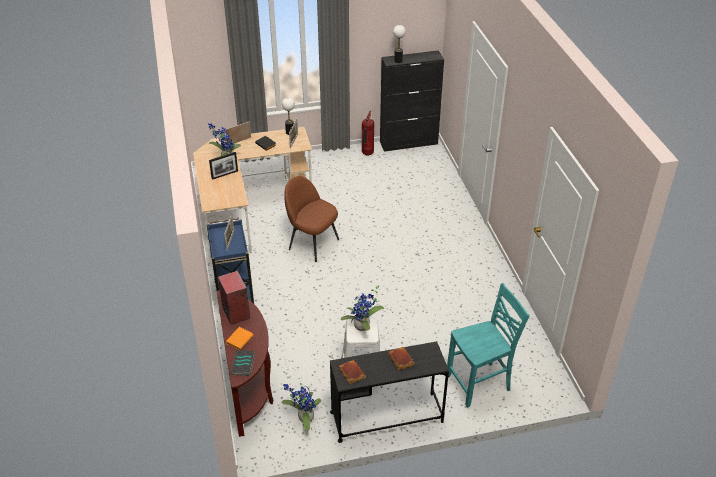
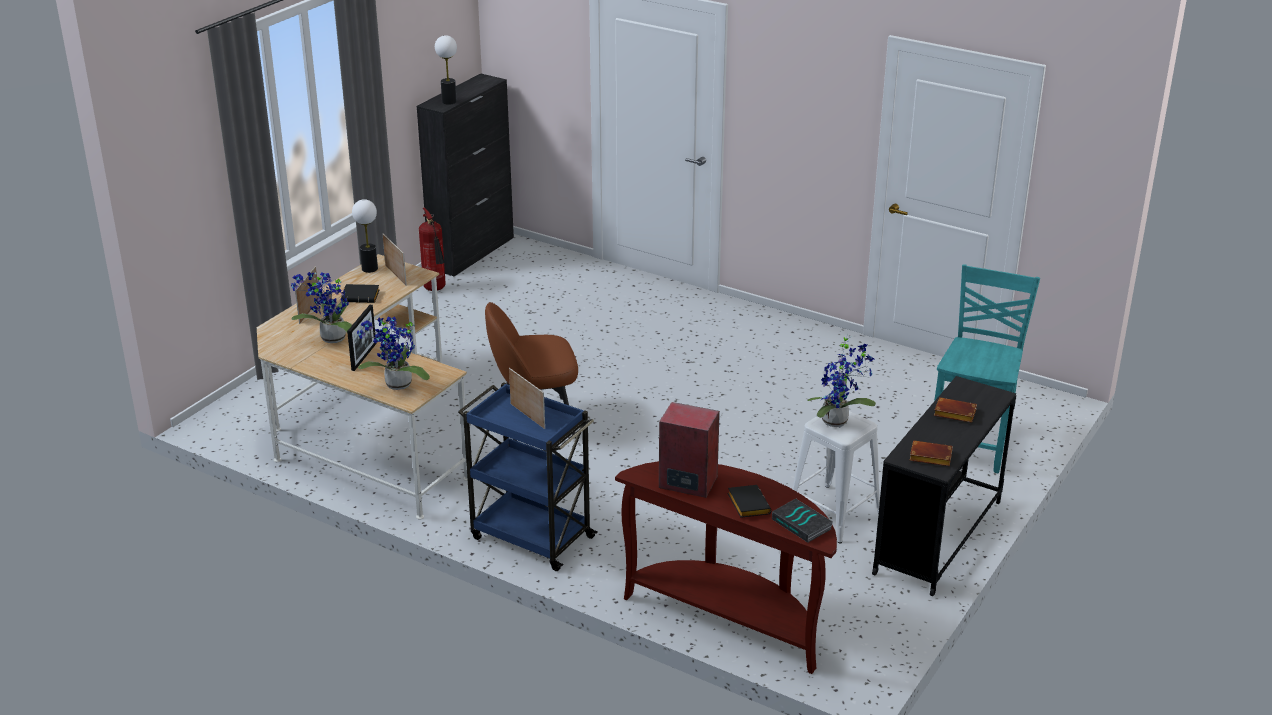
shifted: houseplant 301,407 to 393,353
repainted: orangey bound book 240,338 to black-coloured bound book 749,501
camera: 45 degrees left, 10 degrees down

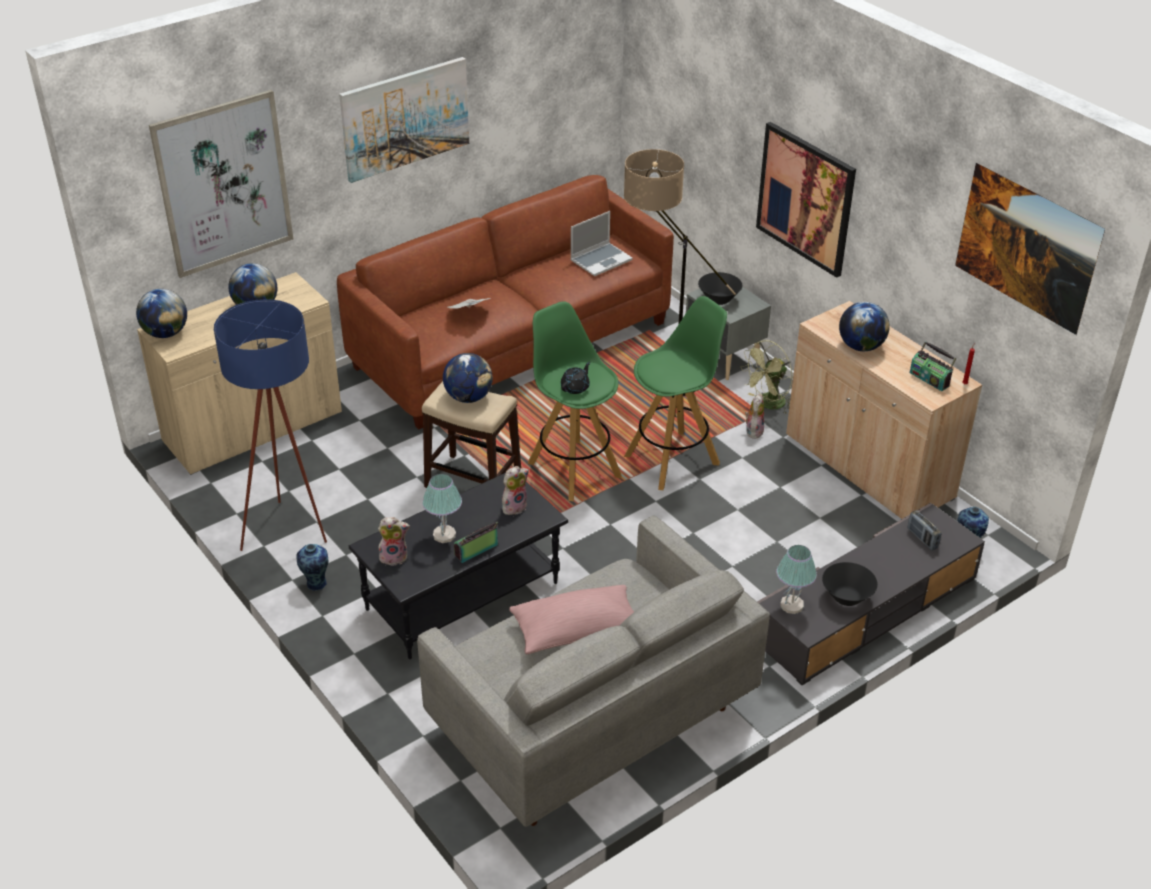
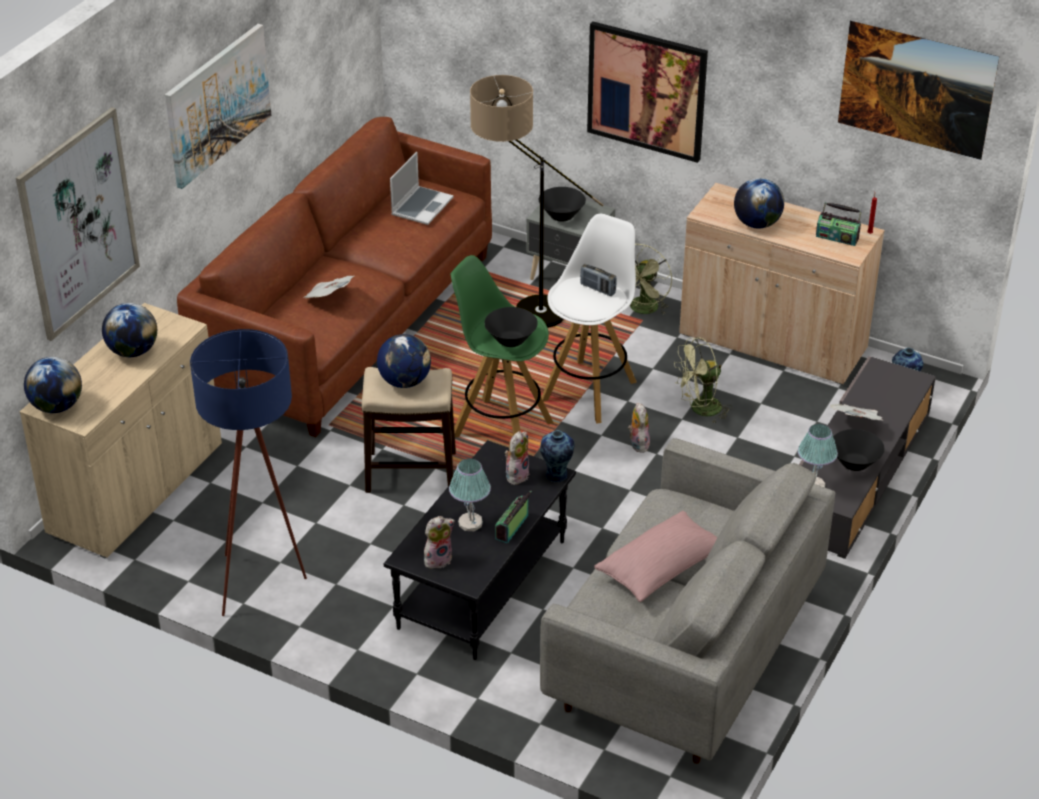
new: green electric fan 703,380; daily paper 857,412
shifted: flower vase 312,567 to 557,456; cuddly toy 754,416 to 639,428; radio receiver 924,530 to 598,280
swapped: black-coloured teapot 575,378 to black-coloured deep dish 511,327
repainted: green stool 675,393 to white-coloured stool 589,319
camera: 25 degrees left, 0 degrees up

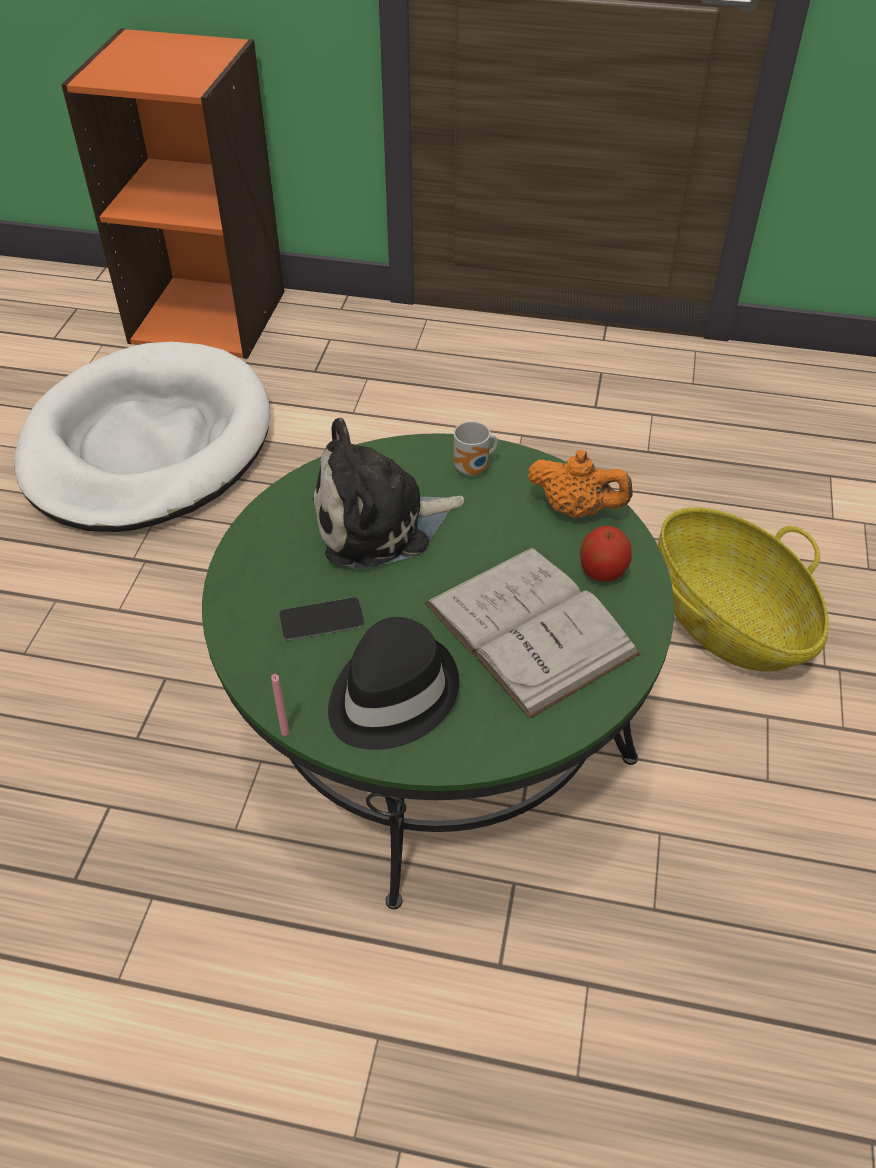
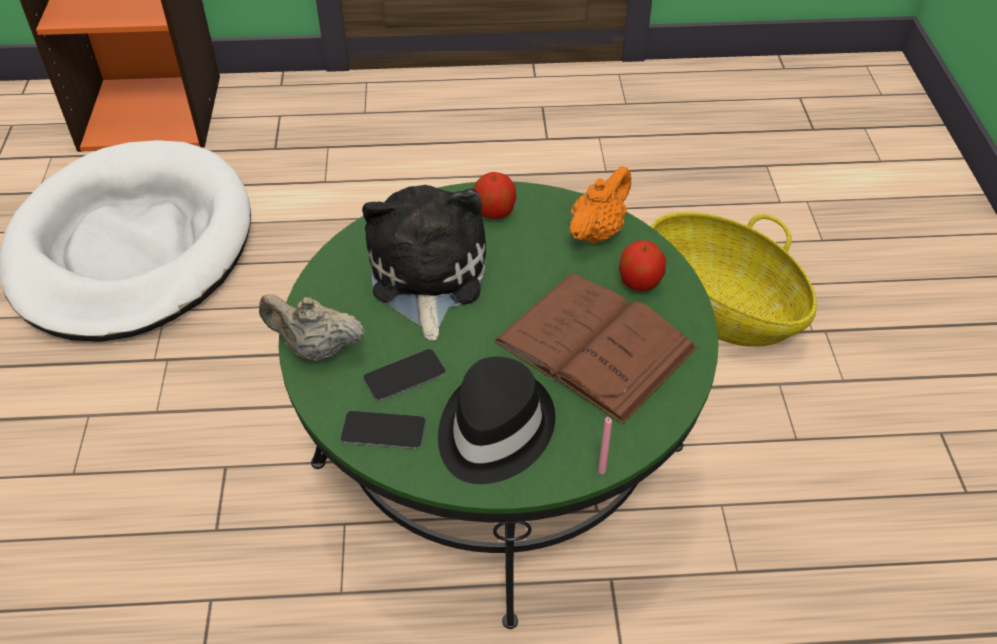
new: beige teapot 311,327; handset 383,430
shifted: pink candle 280,705 to 605,445
swapped: mug 476,448 to apple fruit 494,195
repainted: white-coloured bound book 533,633 to brownish bound book 595,348
rotated: cuddly toy 388,494 = 424,263 120 degrees clockwise; orangey teapot 580,484 = 600,205 60 degrees counterclockwise
camera: 15 degrees left, 0 degrees up

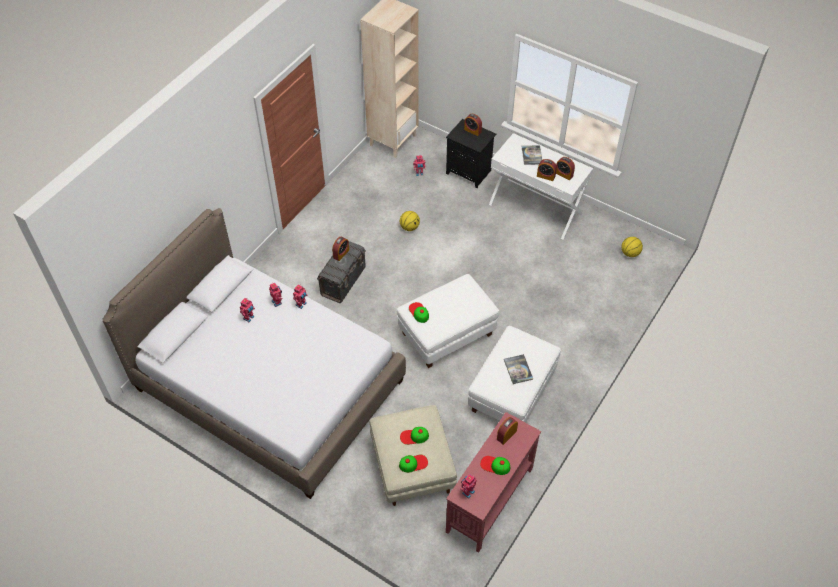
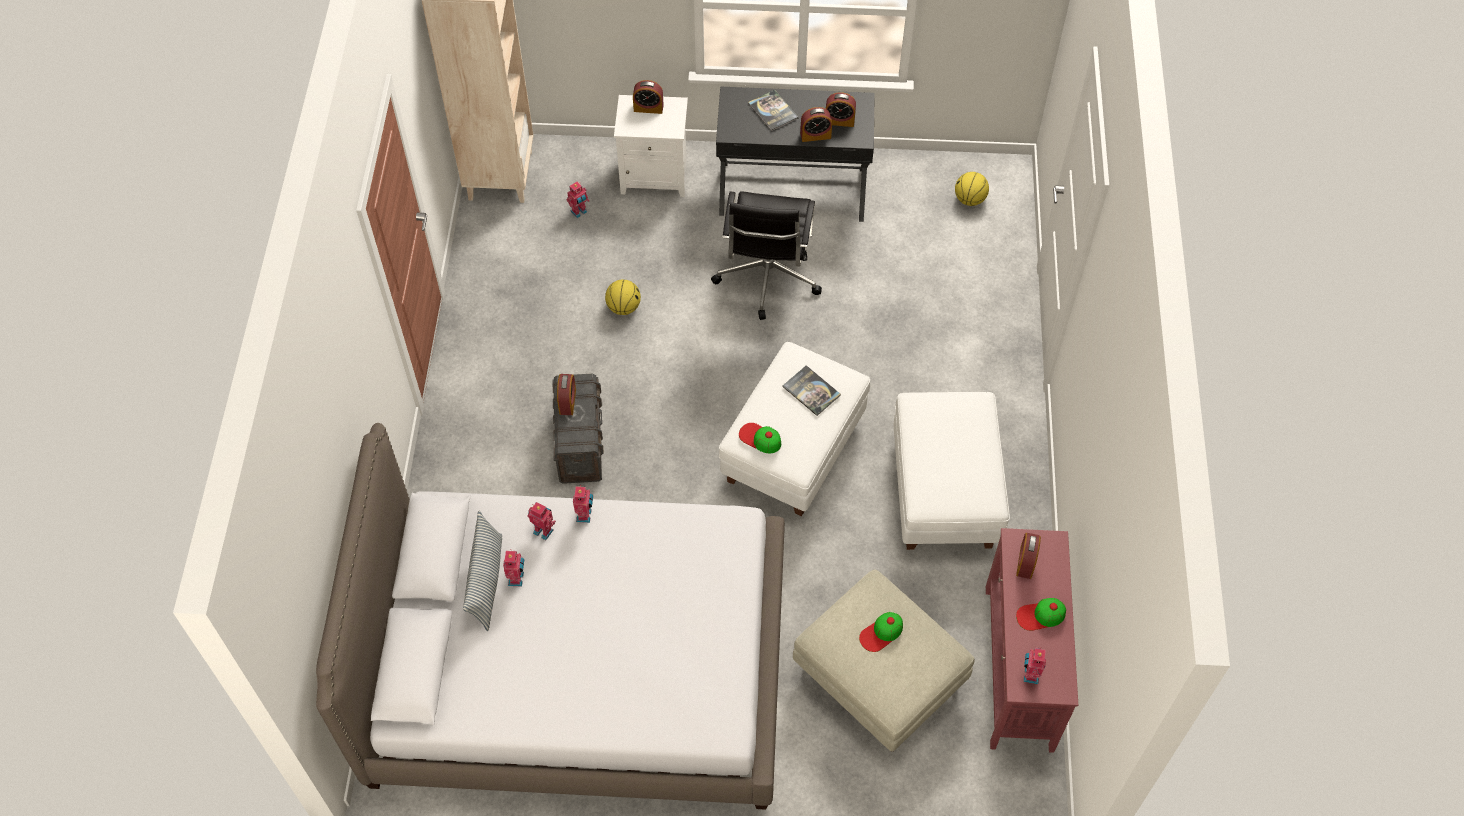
gone: peaked cap 413,463
new: throw pillow 482,571; black-coloured office chair 766,255
shifted: bound book 518,369 to 811,390
repainted: black-coloured night table 471,153 to white-coloured night table 651,146; white-coloured desk 541,186 to black-coloured desk 795,154
camera: 30 degrees left, 5 degrees up

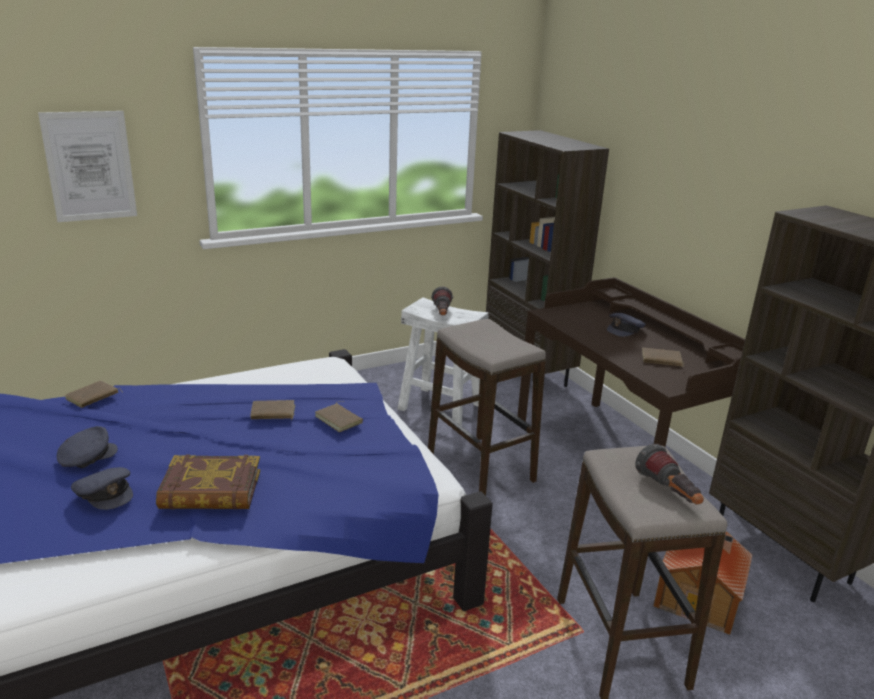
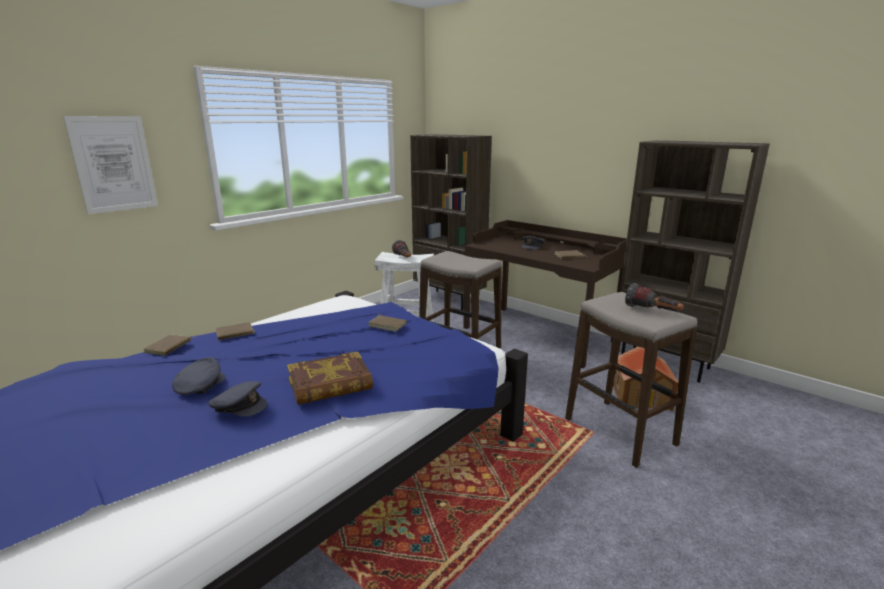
shifted: brownish bound book 272,410 to 235,331
camera: 20 degrees left, 5 degrees down

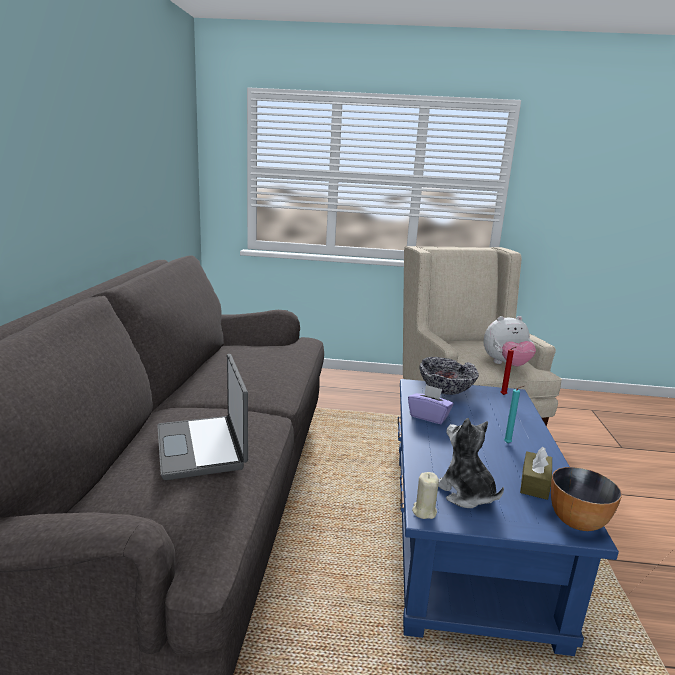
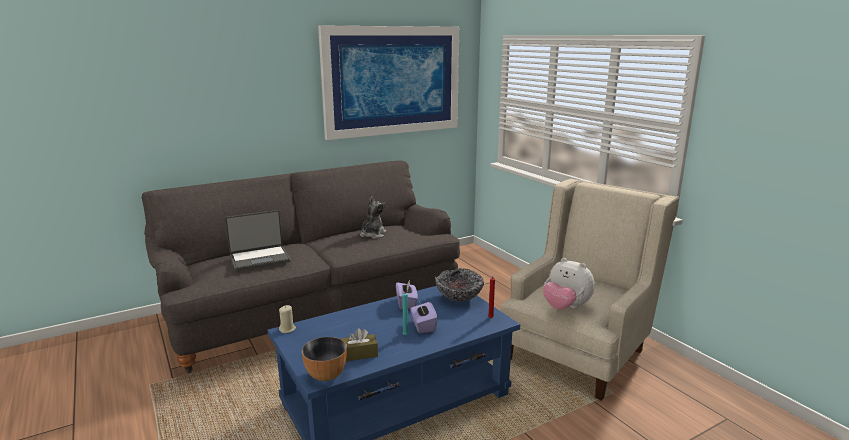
new: wall art 388,82; purple-coloured box of tissues 424,317
shifted: cuddly toy 471,463 to 373,217
rotated: portable computer 202,417 = 258,240 150 degrees counterclockwise
camera: 55 degrees right, 0 degrees up

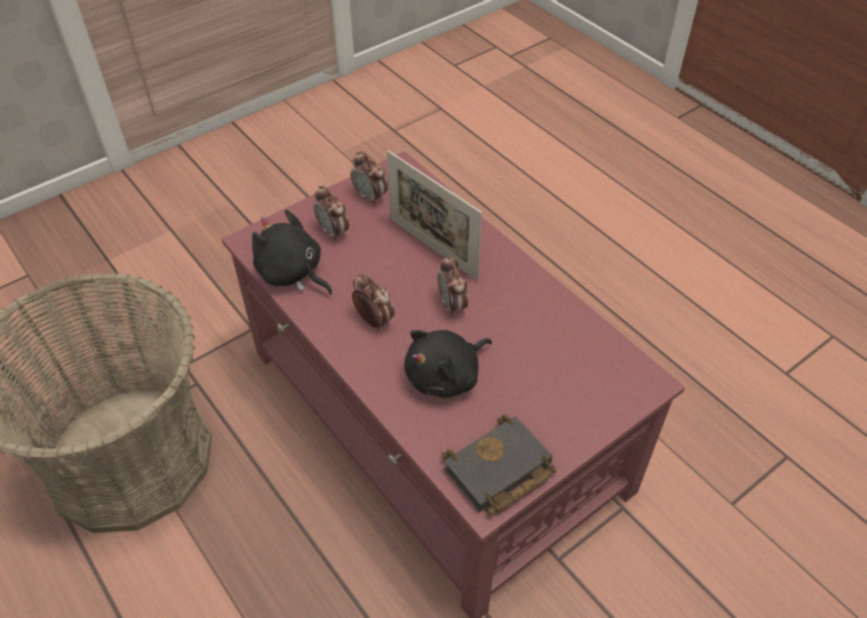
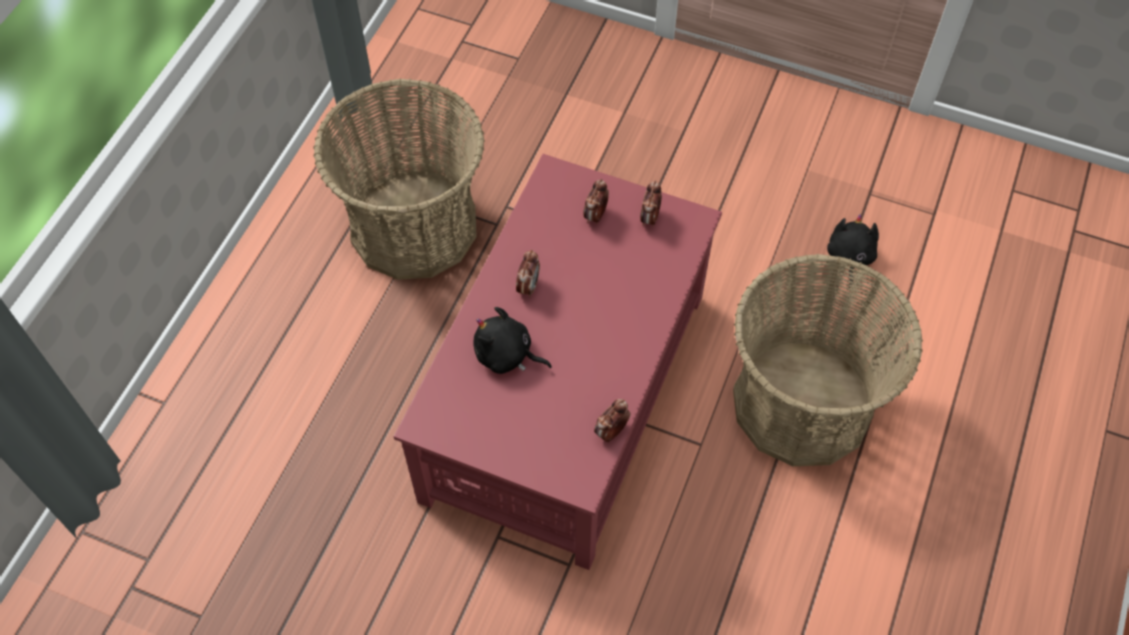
gone: picture frame 434,215; black-coloured bound book 499,465
new: basket 828,360
shifted: black-coloured cuddly toy 292,252 to 853,251; bedside clock 453,285 to 612,420
camera: 60 degrees right, 10 degrees up

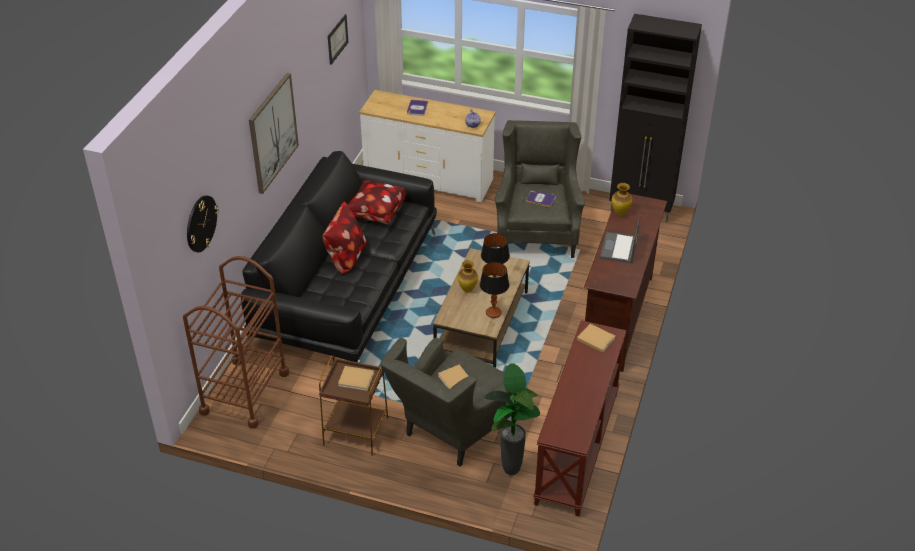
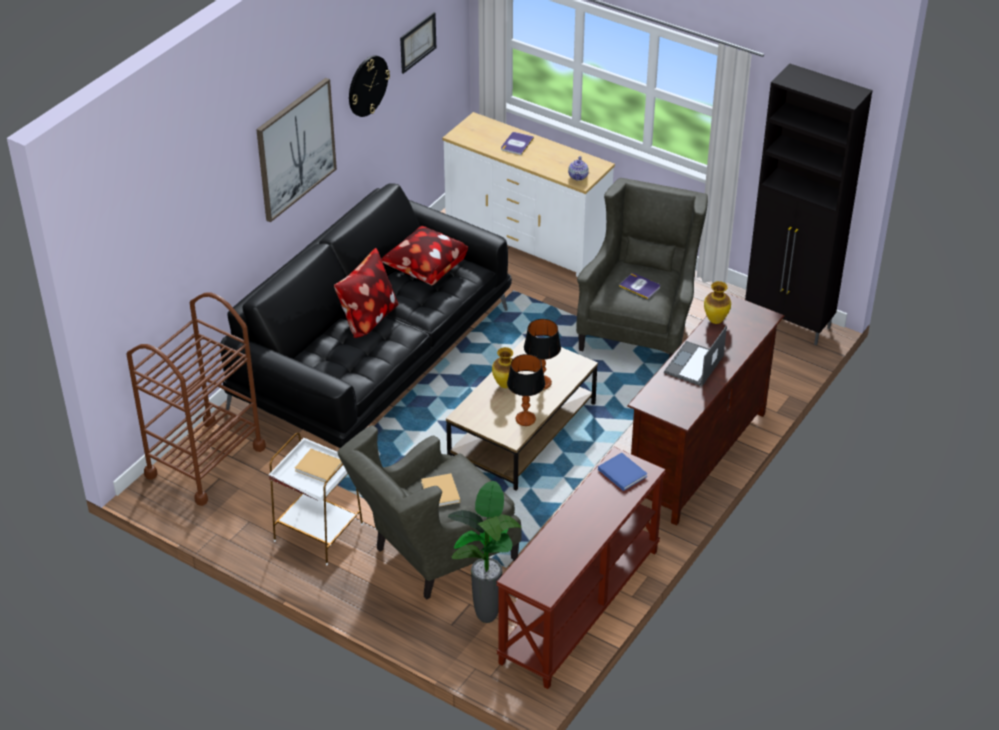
shifted: wall clock 203,223 to 369,86
repainted: brownish accent table 353,405 to white-coloured accent table 316,499; beige bound book 596,338 to blue-coloured bound book 623,472
camera: 15 degrees right, 0 degrees up

